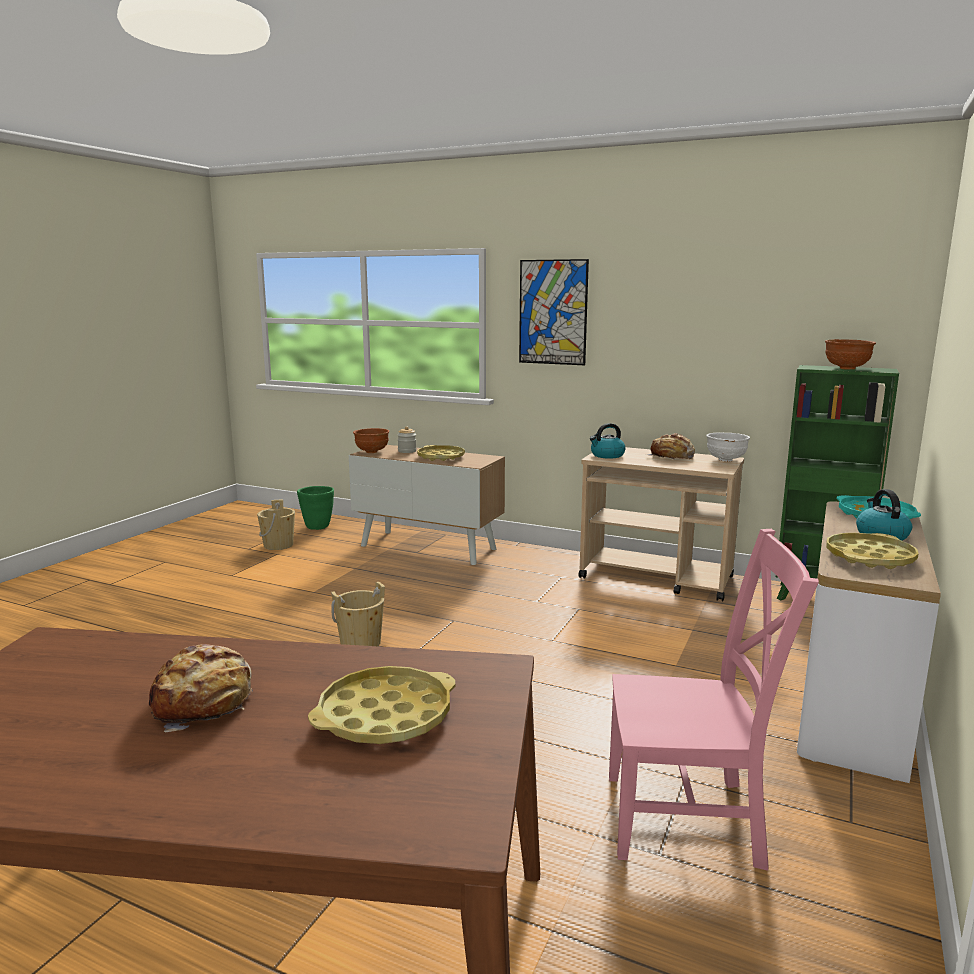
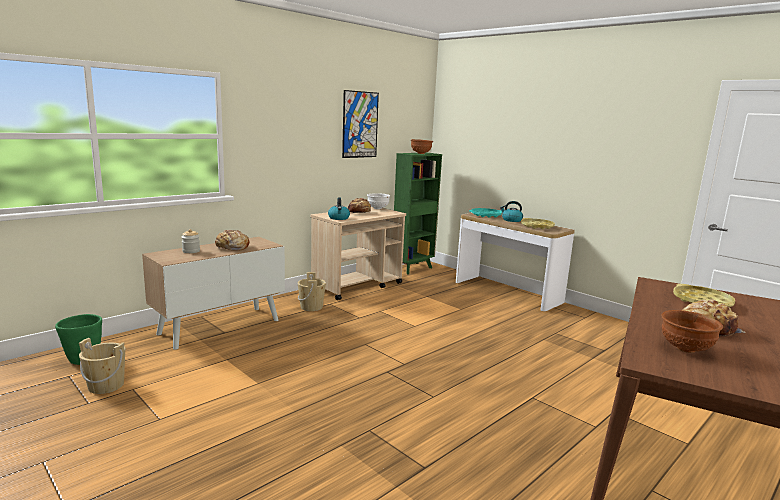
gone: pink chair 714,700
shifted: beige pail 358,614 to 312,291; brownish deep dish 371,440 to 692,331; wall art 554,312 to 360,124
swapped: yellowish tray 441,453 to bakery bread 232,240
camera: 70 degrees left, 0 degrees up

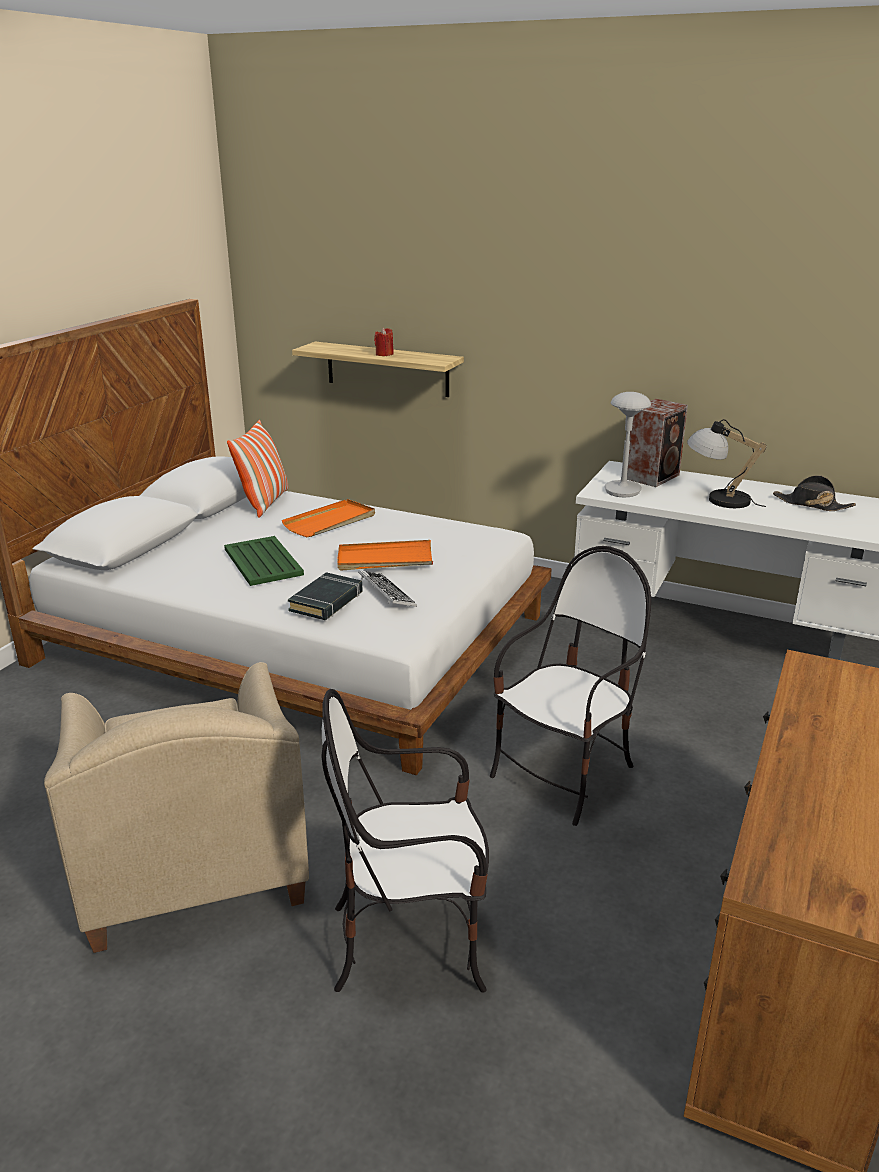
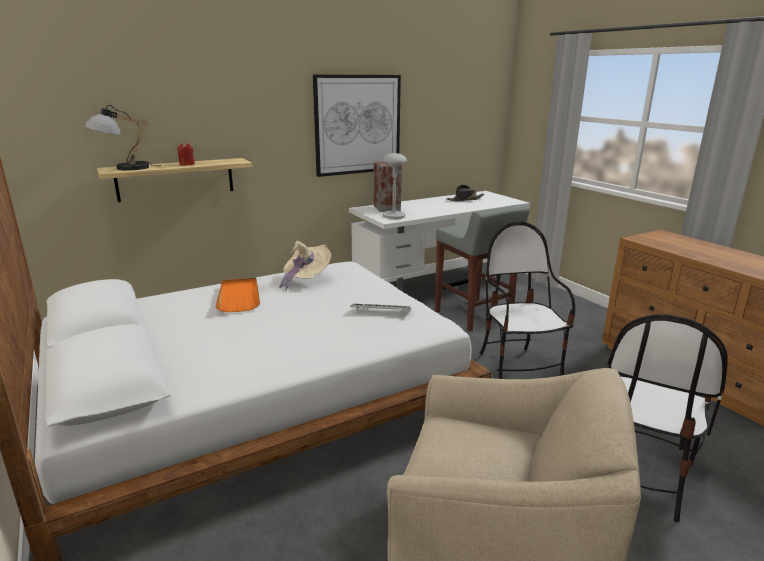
gone: green tray 264,561; throw pillow 258,469; black-coloured bound book 325,596; orangey tray 385,555
new: beige wearable hat 305,265; wall art 357,125; grey stool 482,267
shifted: tabletop lamp 727,463 to 123,138
camera: 55 degrees left, 5 degrees down

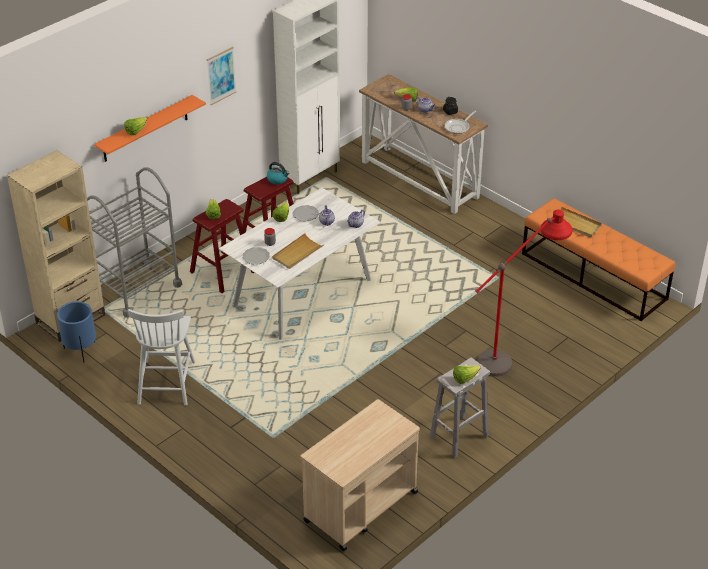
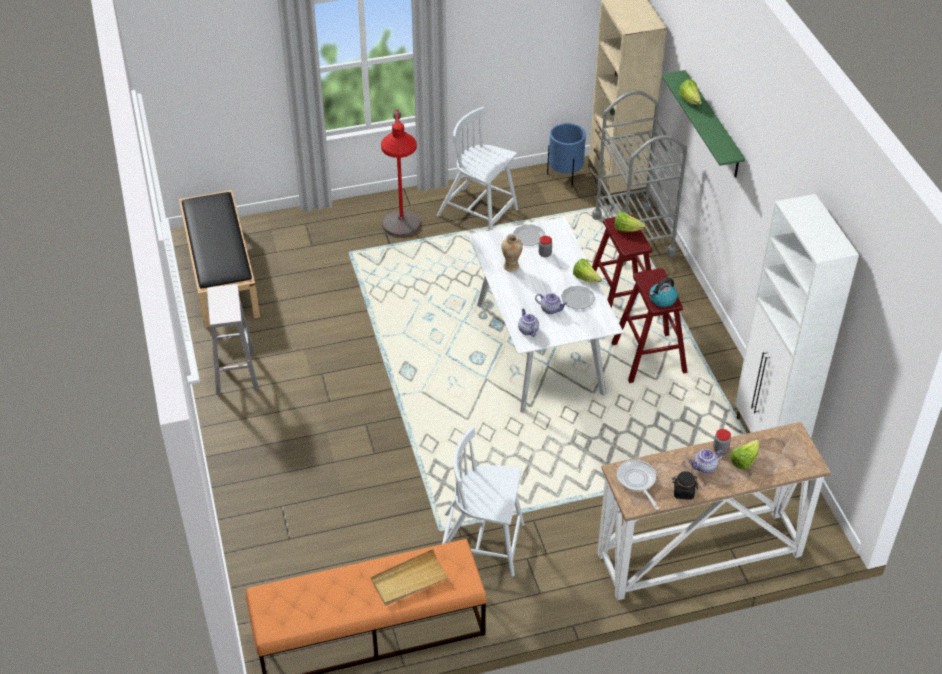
gone: wall art 222,76; lettuce 467,374
new: white-coloured chair 483,502
shifted: red standard lamp 523,293 to 401,173
swapped: beige tray 298,251 to flower vase 512,253; beige wheeled cart 360,475 to black-coloured bench 219,259
repainted: orangey shelf 150,128 to green shelf 703,124
camera: 120 degrees right, 5 degrees up

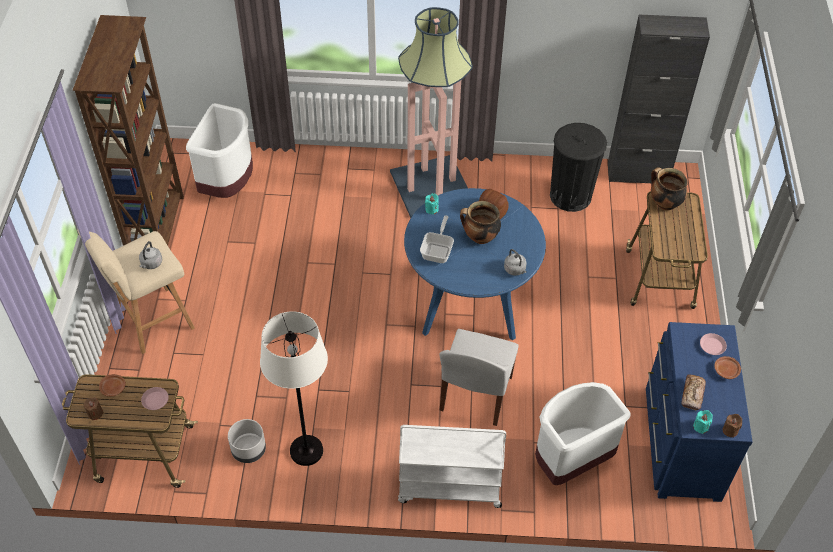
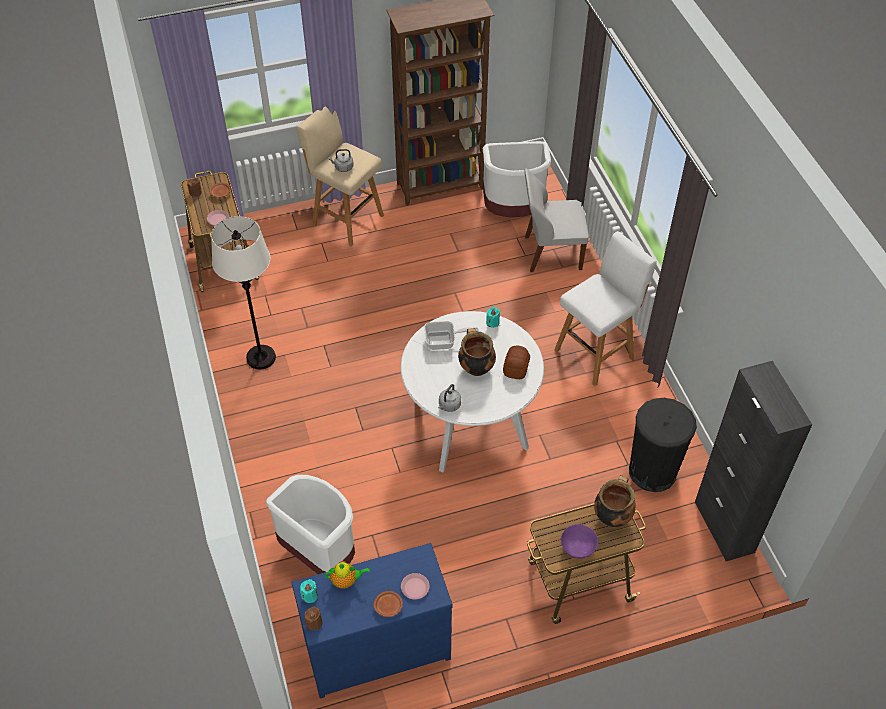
gone: grey plant pot 247,441; white-coloured wheeled cart 452,466
new: purple-coloured deep dish 579,541
shifted: white-coloured chair 479,377 to 556,220
swapped: standard lamp 431,112 to white-coloured stool 605,308; bakery bread 693,392 to teapot 347,575
repainted: blue-coloured dinner table 475,264 to white-coloured dinner table 472,391
camera: 70 degrees right, 0 degrees up

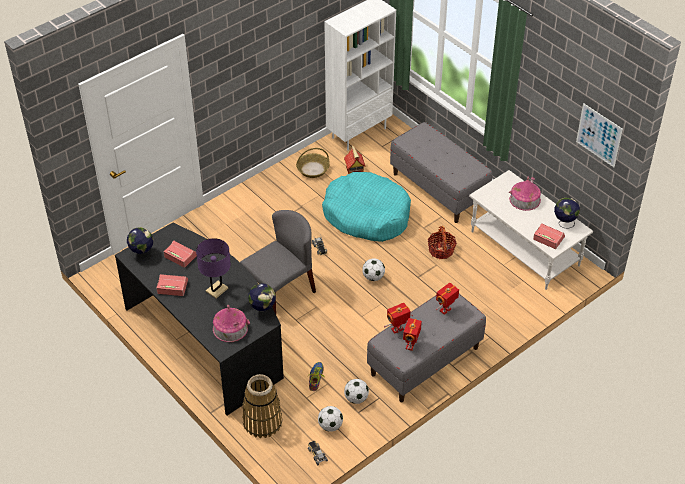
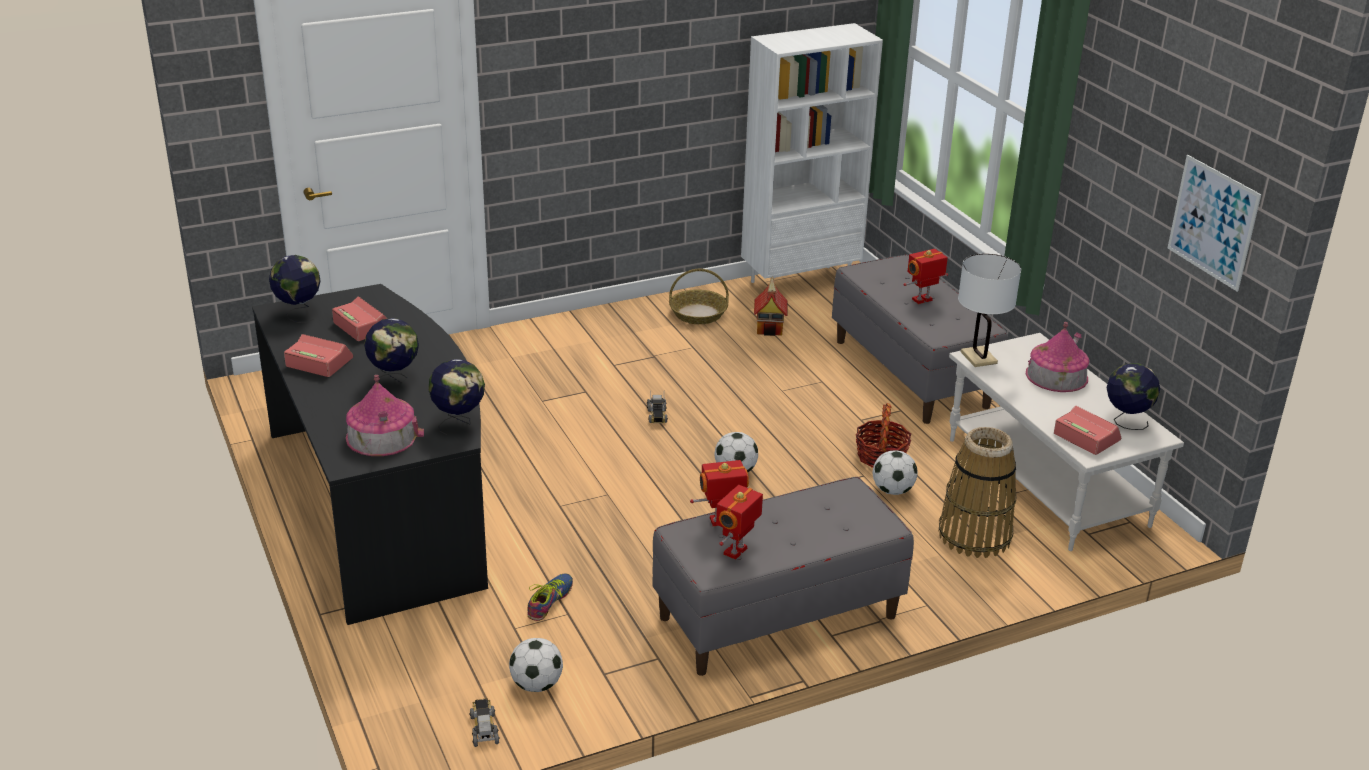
gone: grey chair 278,262; turquoise dog cushion 366,207
new: white-coloured tabletop lamp 989,310
shifted: basket 262,406 to 977,492; ball for football 356,391 to 895,472; toy robot 447,299 to 925,276
swapped: purple-coloured tabletop lamp 213,268 to globe 391,351
camera: 15 degrees right, 15 degrees down

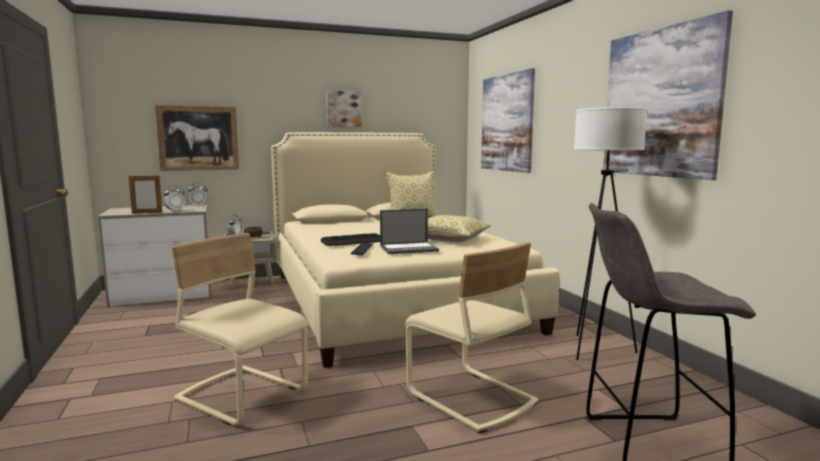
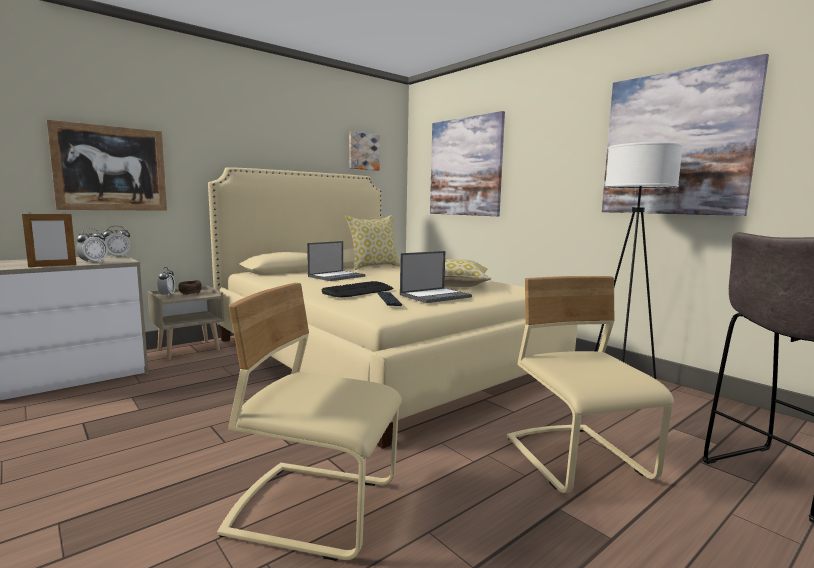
new: portable computer 336,261
shifted: wall art 344,108 to 364,151
rotated: beige chair 472,338 = 590,384 135 degrees counterclockwise
camera: 20 degrees left, 0 degrees up

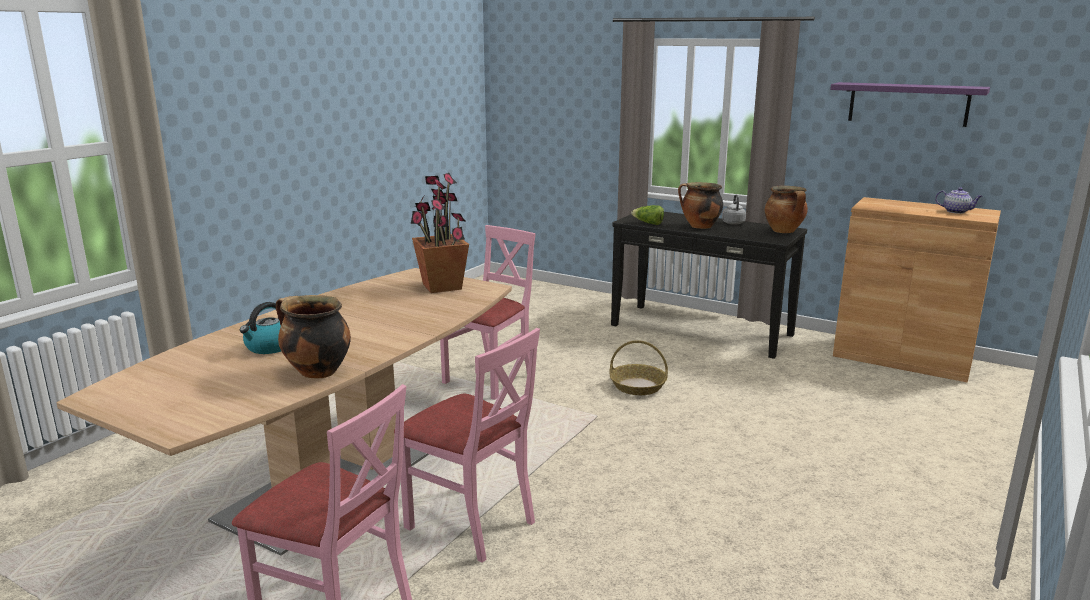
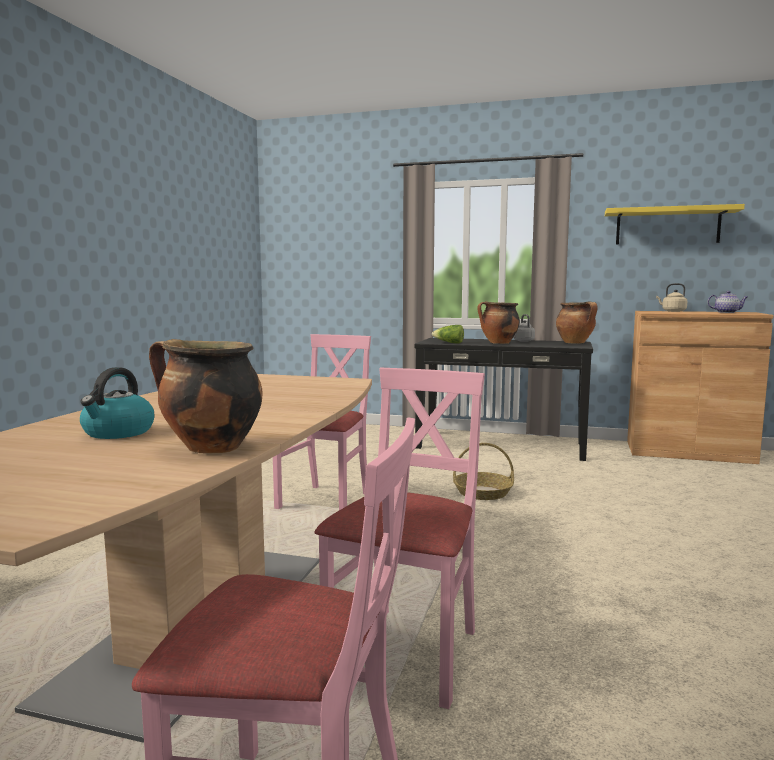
gone: houseplant 440,233
new: beige kettle 671,297
repainted: purple-coloured shelf 910,104 to yellowish shelf 675,224
rotated: pink chair 467,445 = 400,538 90 degrees counterclockwise
camera: 15 degrees left, 10 degrees down

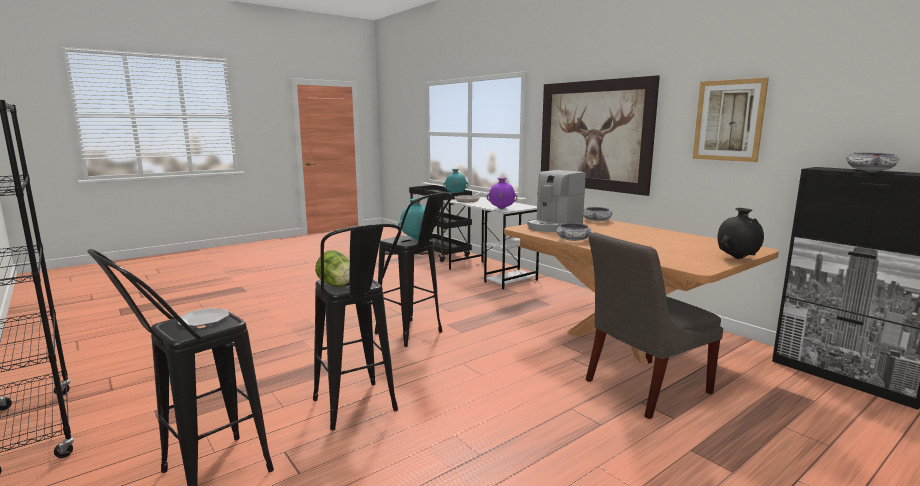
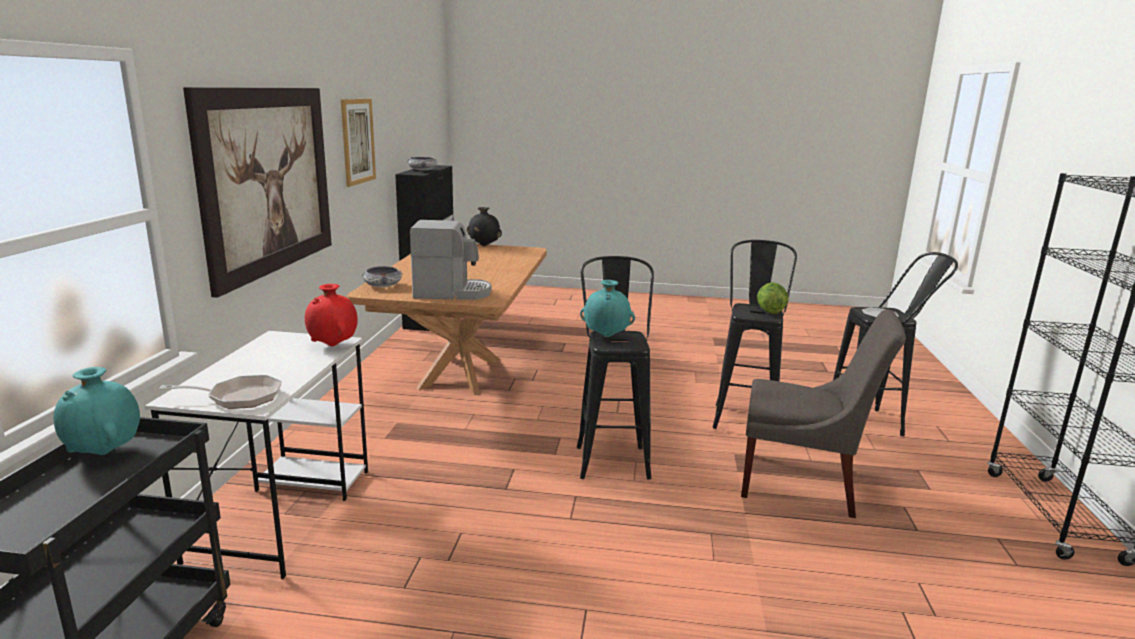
gone: deep dish 574,232
shifted: grey chair 654,325 to 823,414
repainted: purple-coloured flower vase 502,193 to red flower vase 331,315
camera: 135 degrees left, 5 degrees up

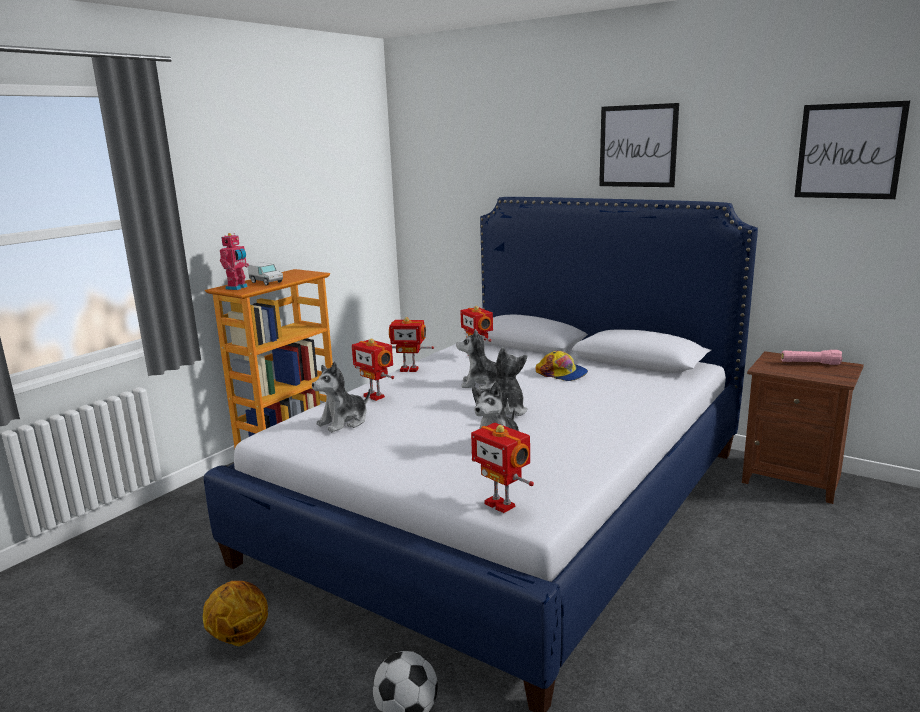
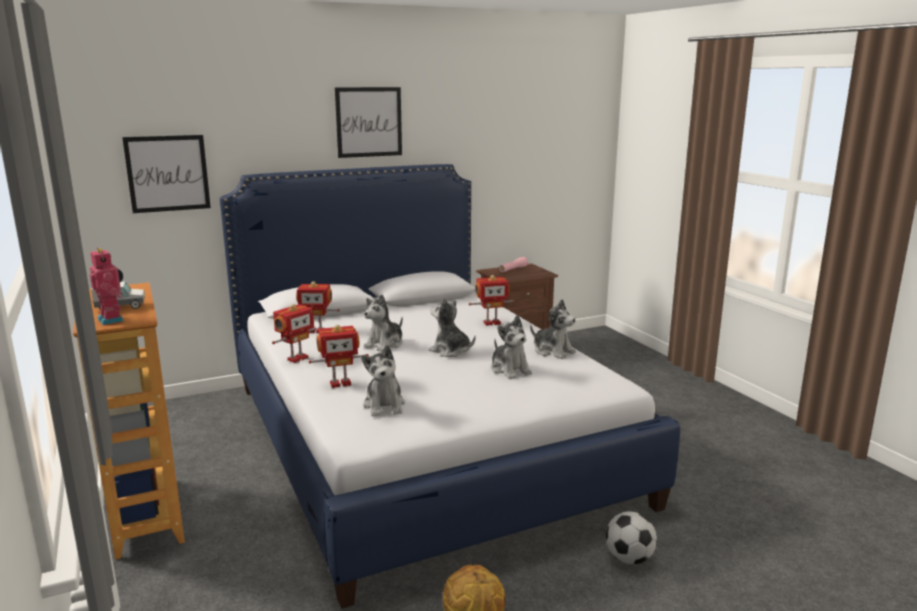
gone: peaked cap 561,366
new: cuddly toy 553,329
shifted: toy robot 502,468 to 492,300; wall art 852,150 to 166,174
camera: 60 degrees left, 0 degrees up

